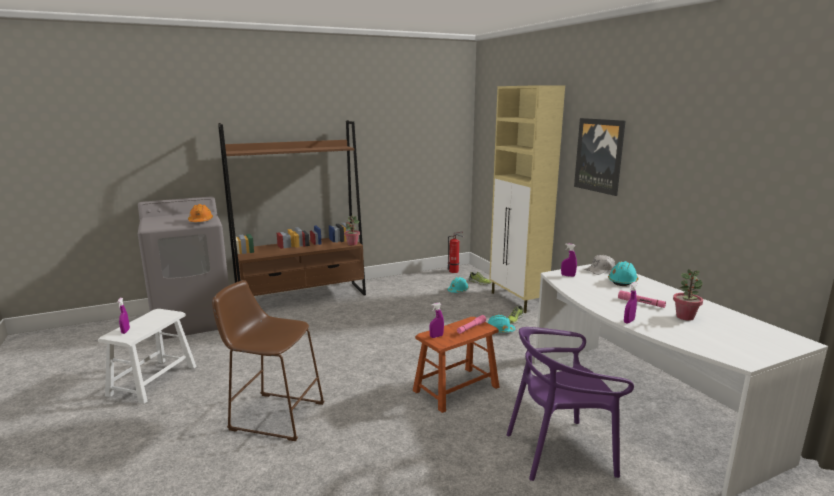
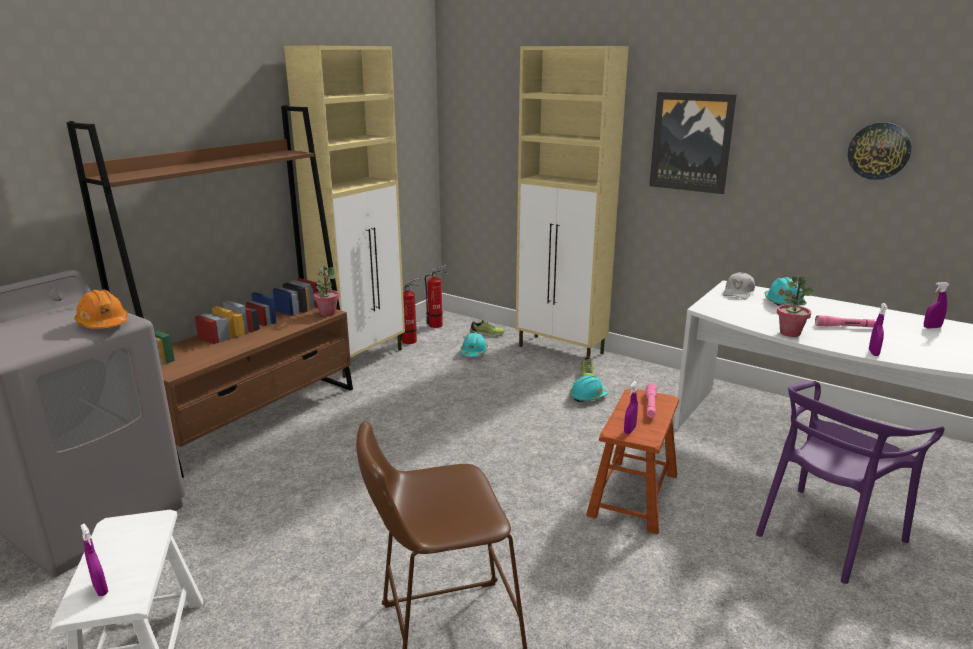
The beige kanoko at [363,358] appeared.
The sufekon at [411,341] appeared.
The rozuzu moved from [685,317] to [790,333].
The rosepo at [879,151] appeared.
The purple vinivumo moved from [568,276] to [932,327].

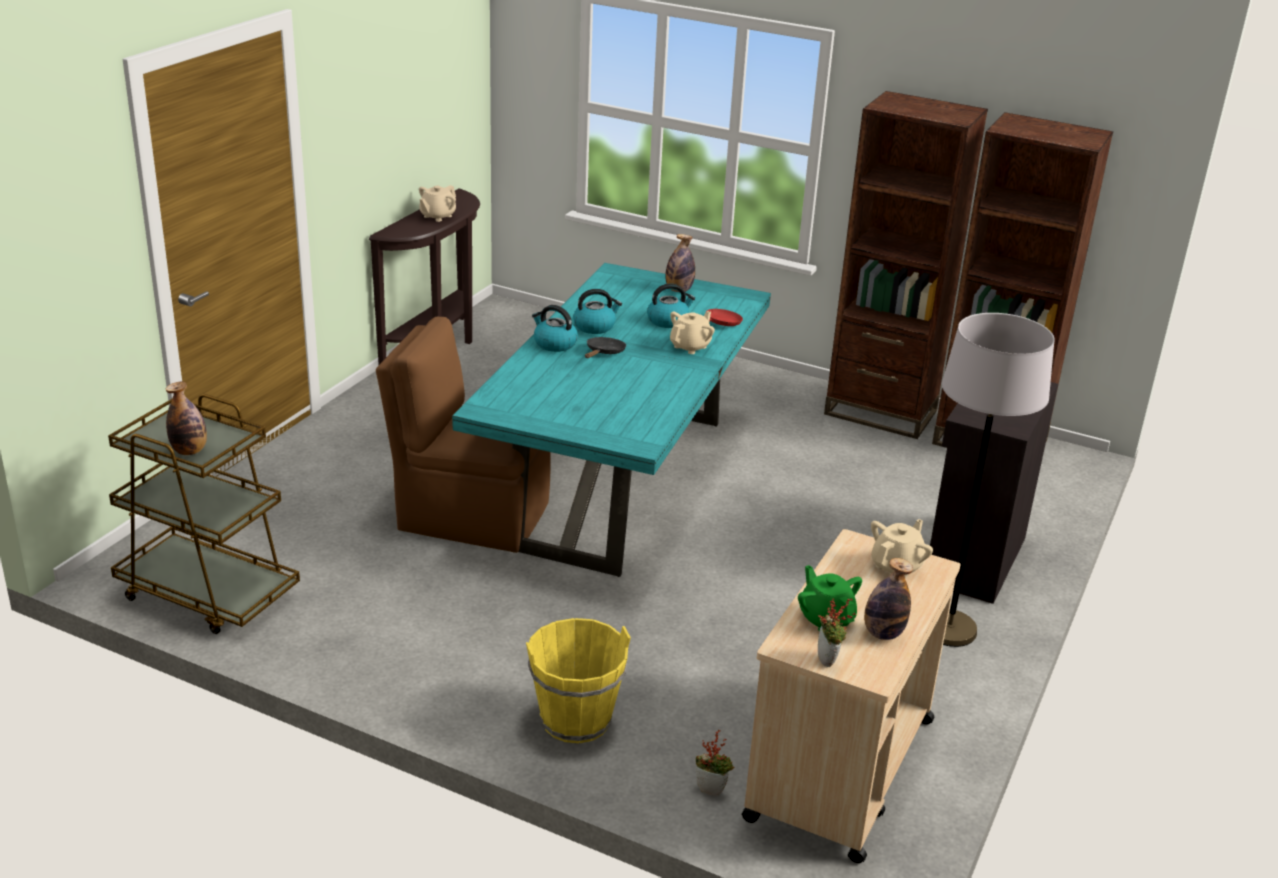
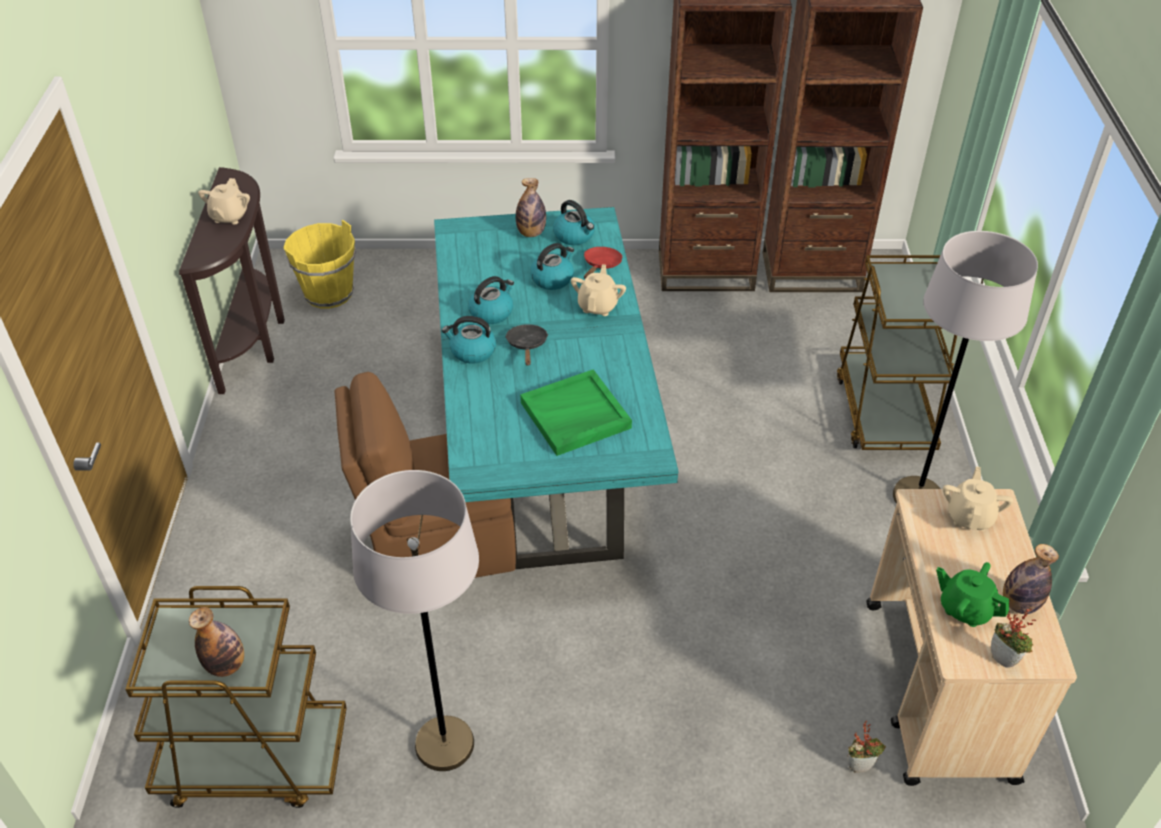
The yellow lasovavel moved from [576,719] to [328,293].
The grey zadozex at [444,744] appeared.
The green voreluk at [575,416] appeared.
The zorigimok at [574,236] appeared.
The black kanoko at [972,559] was replaced by the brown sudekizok at [884,411].

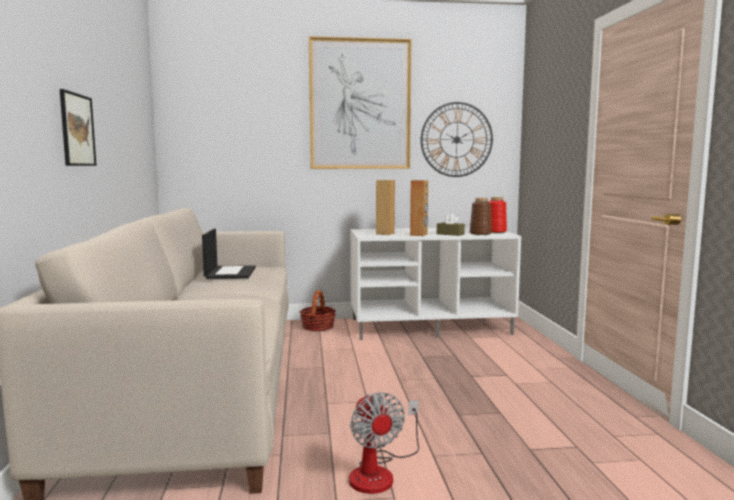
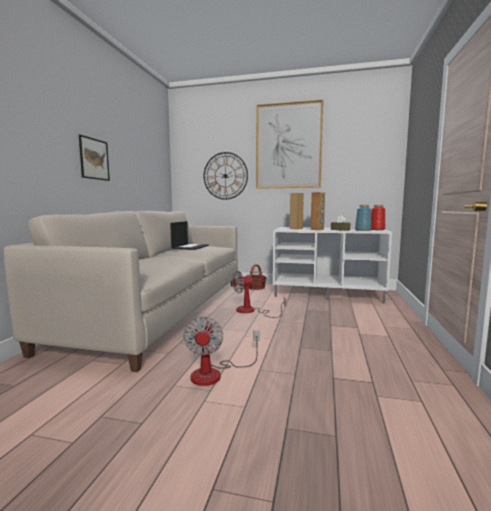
The rosepo moved from [456,139] to [225,176].
The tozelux at [251,311] appeared.
The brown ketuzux at [480,233] became the blue ketuzux at [363,230].

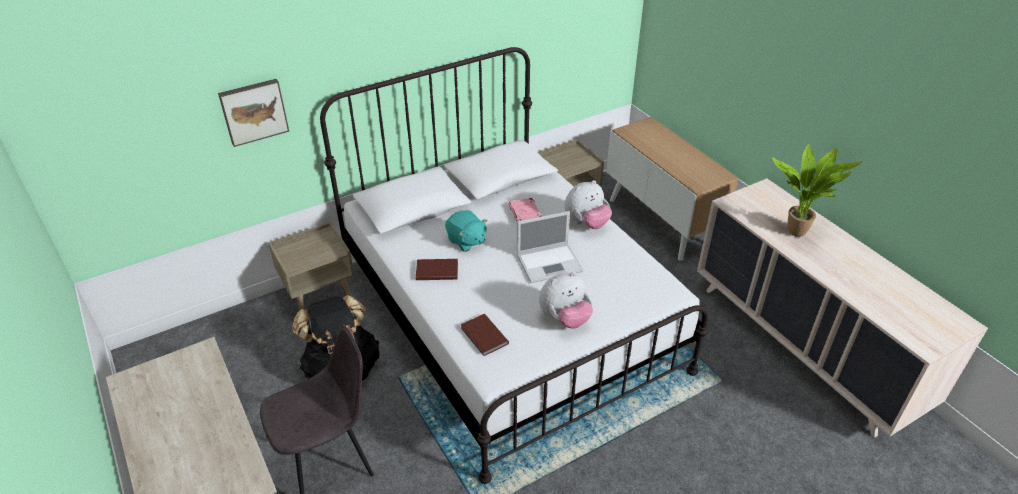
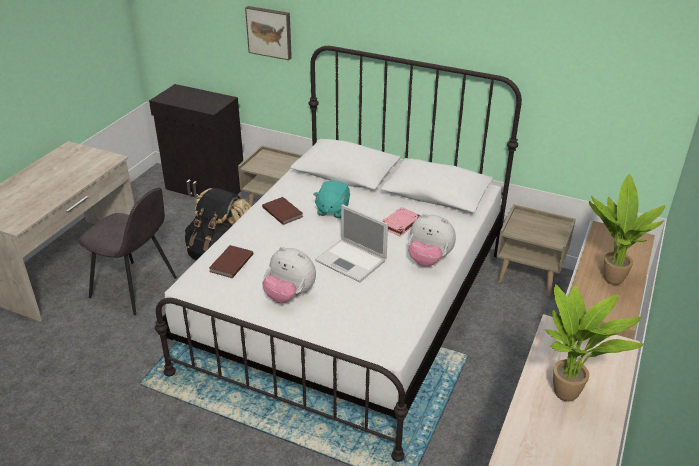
The black kanoko at [205,188] appeared.
The rozuzu at [609,279] appeared.

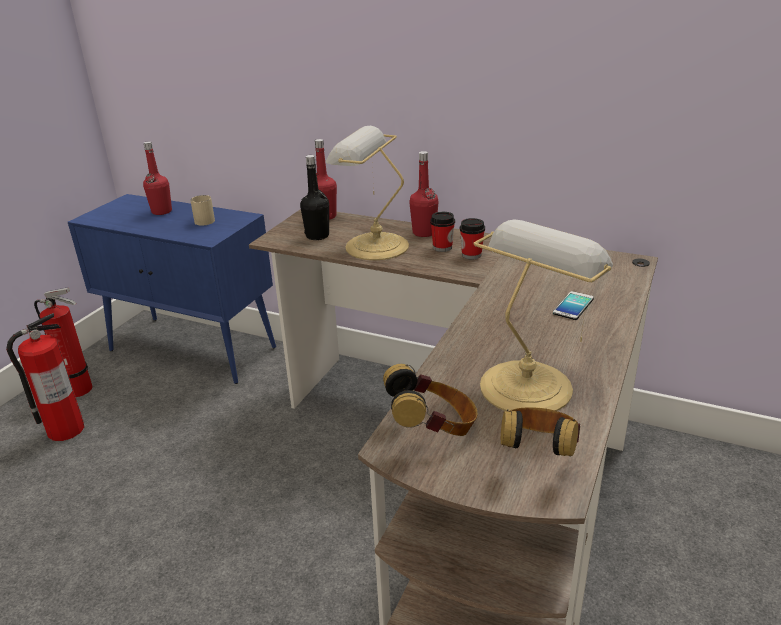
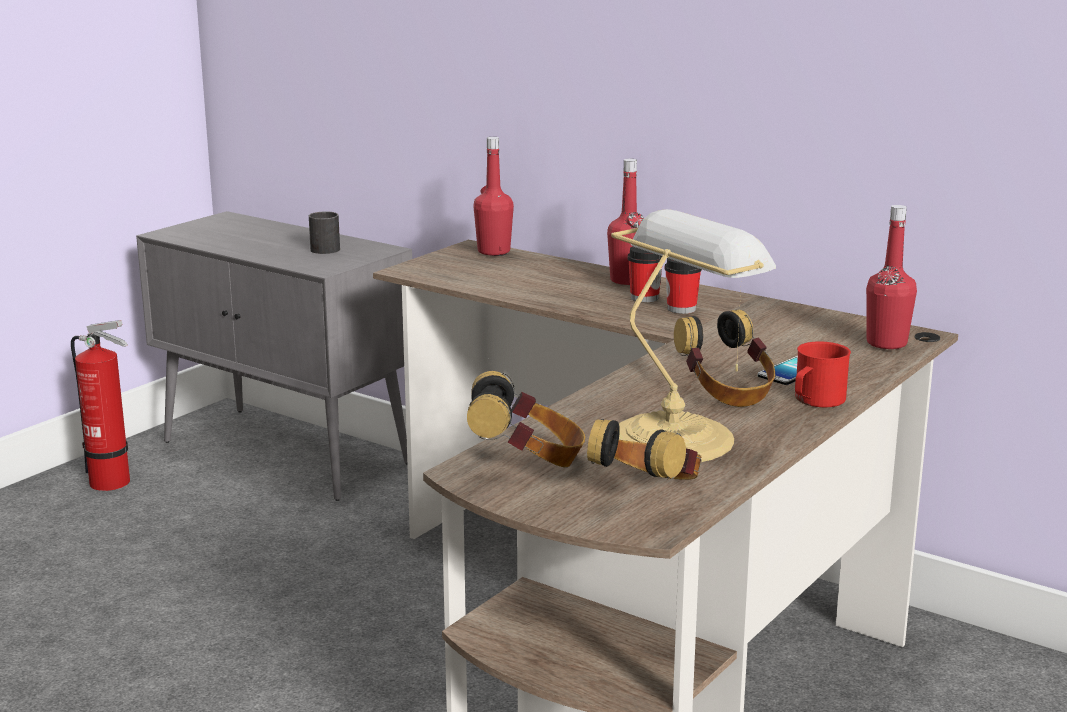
The blue kanoko at [194,349] became the grey kanoko at [287,453].
The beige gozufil at [202,220] became the black gozufil at [323,248].
The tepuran at [726,393] appeared.
The red gozufil at [815,401] appeared.
The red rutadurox moved from [161,211] to [886,343].
The sufekon at [65,430] disappeared.
The black rutadurox at [317,236] disappeared.
The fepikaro at [373,246] disappeared.

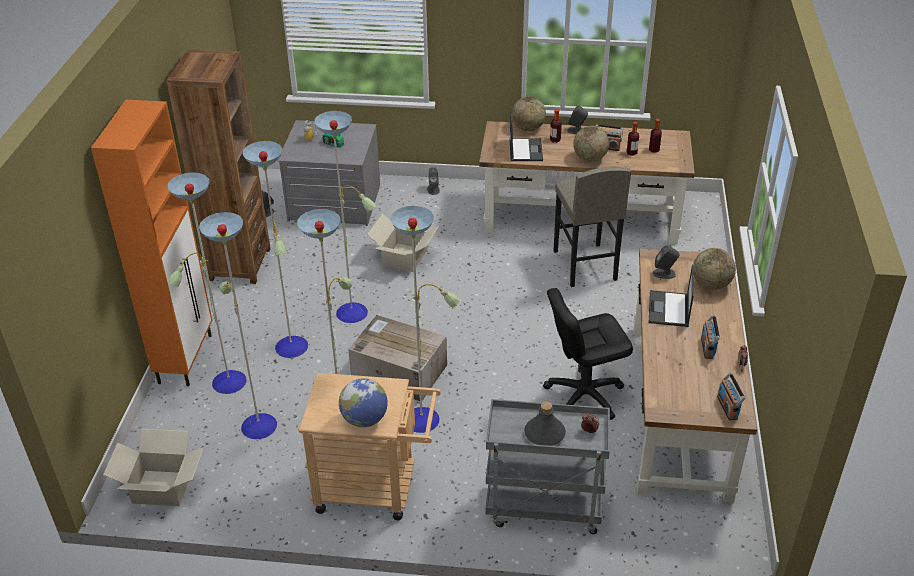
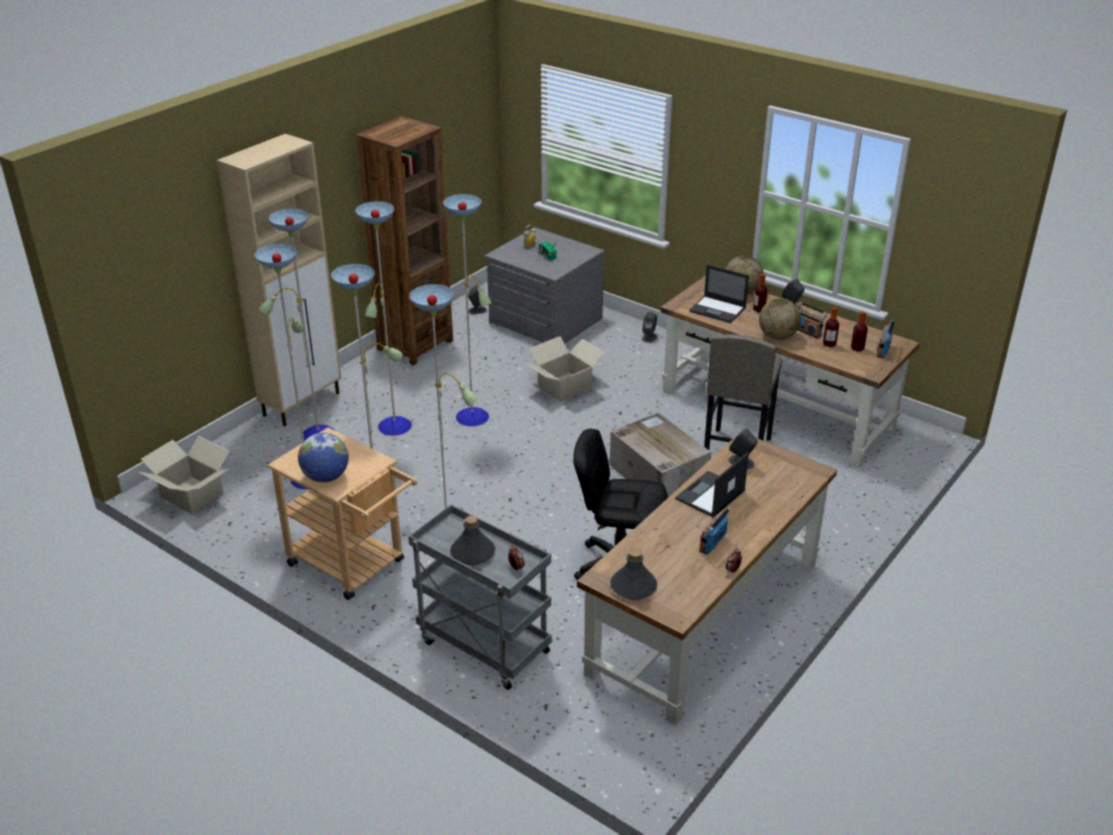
The orange kanoko at [186,358] became the beige kanoko at [303,404].
The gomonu moved from [398,371] to [657,474].
The grey rutadurox at [633,587] appeared.
The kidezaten at [525,150] turned 90 degrees clockwise.
The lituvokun moved from [727,407] to [882,350].
The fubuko at [711,285] disappeared.

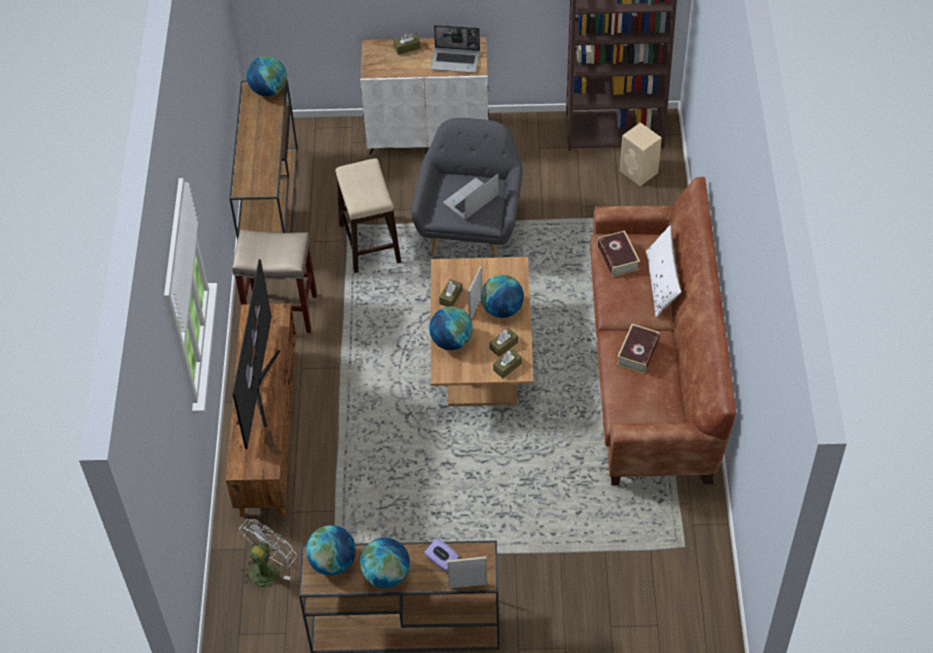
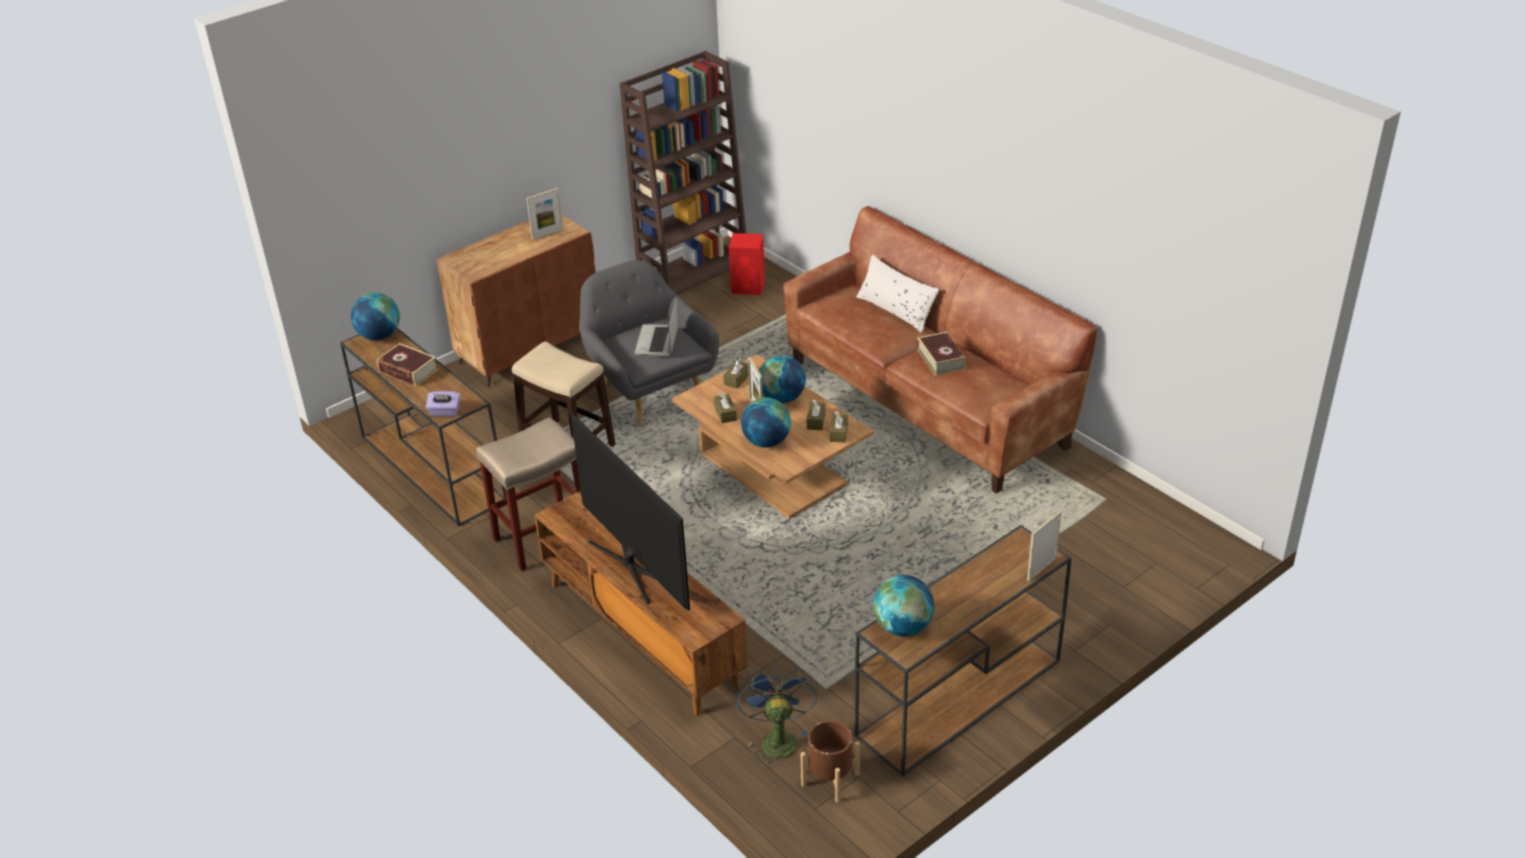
The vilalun moved from [617,258] to [408,371].
The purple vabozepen moved from [441,561] to [444,412].
The white kanoko at [429,135] became the brown kanoko at [530,348].
The kidezaten at [456,60] was replaced by the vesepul at [547,234].
The brown vabozepen moved from [407,47] to [737,379].
The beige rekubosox at [639,172] became the red rekubosox at [749,287].
The white tozelux at [267,569] became the blue tozelux at [776,738].
The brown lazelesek at [830,779] appeared.
The fubuko at [386,575] disappeared.

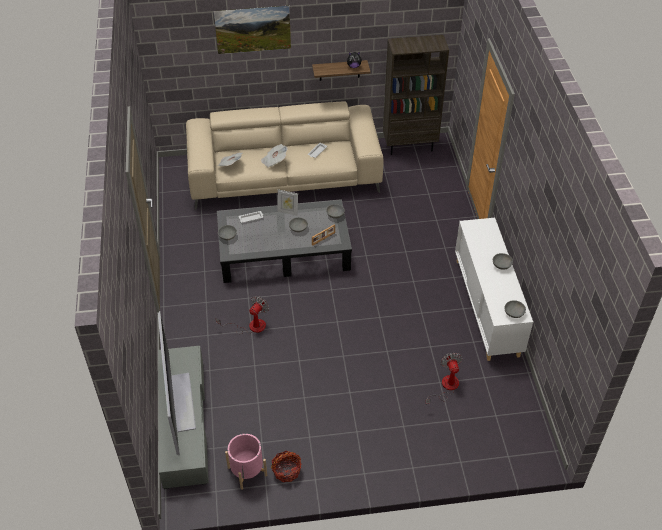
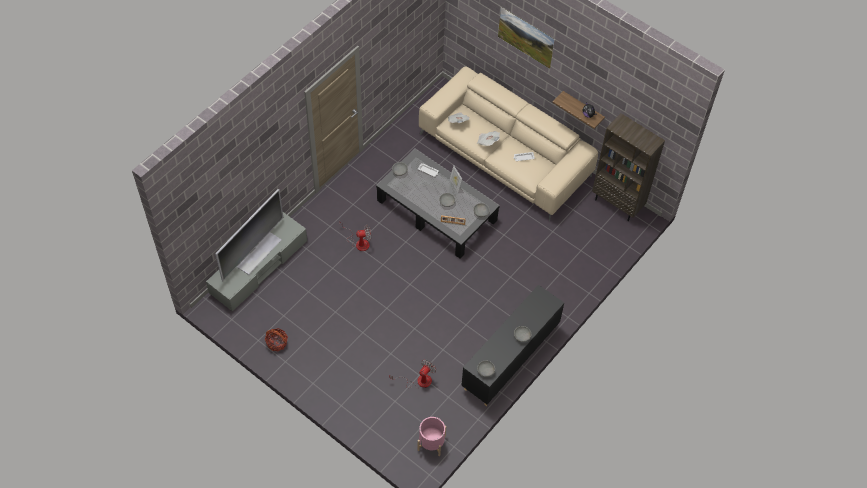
The pink lazelesek moved from [247,471] to [431,443].
The white kanoko at [487,307] became the black kanoko at [510,358].

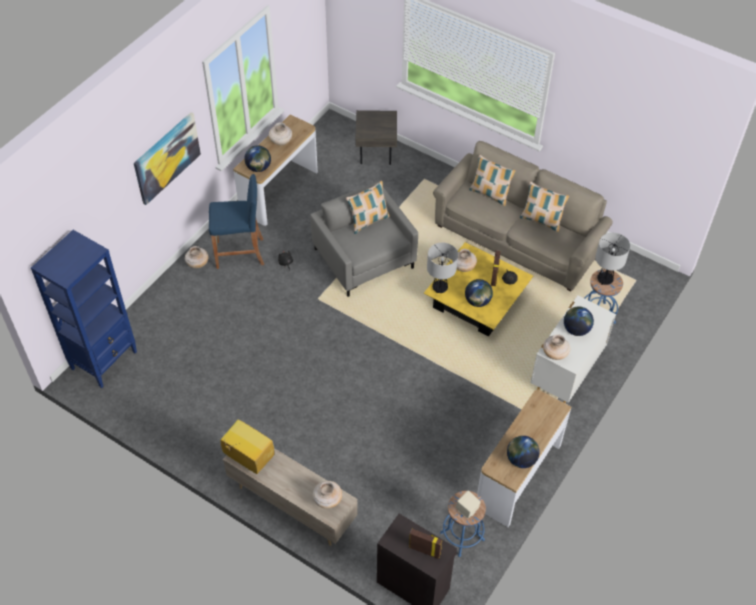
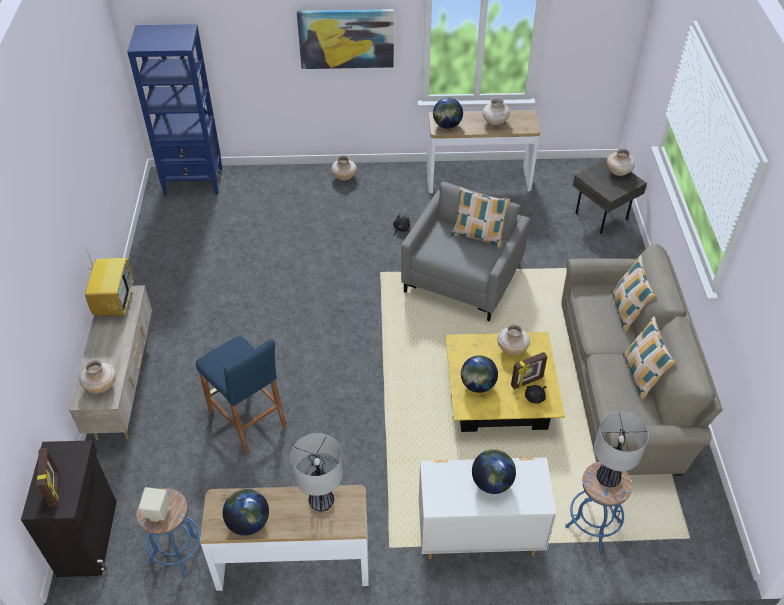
The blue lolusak moved from [240,253] to [247,418].
The fepikaro moved from [440,288] to [321,502].
The beige ketuzux moved from [555,354] to [618,172].

